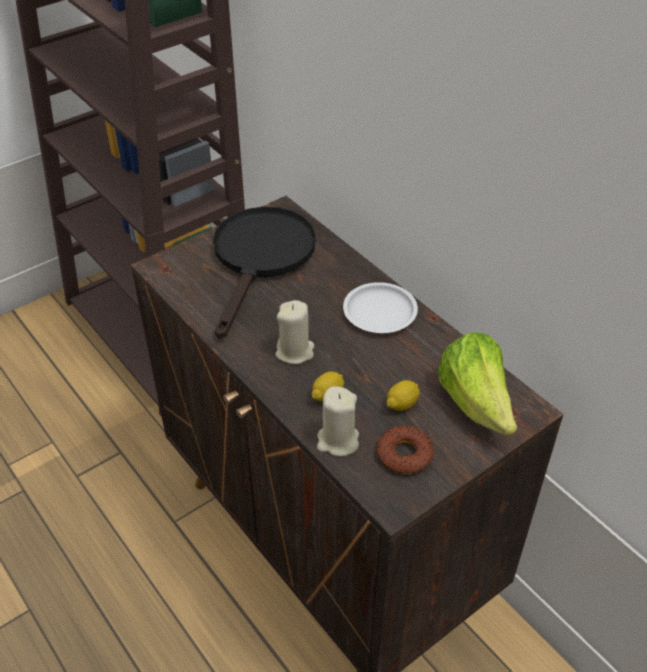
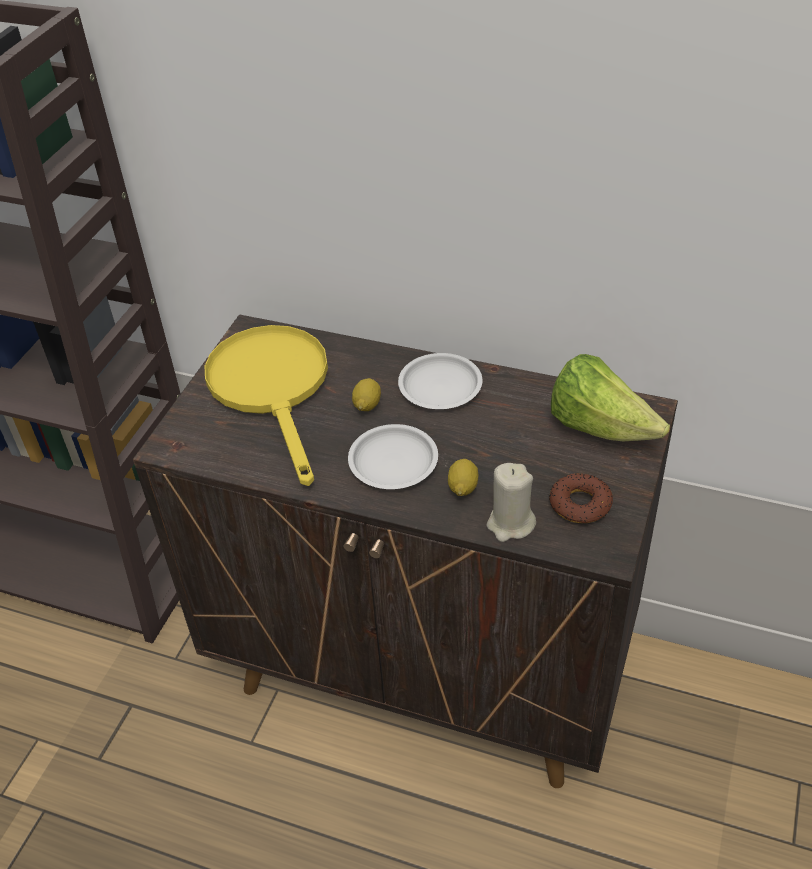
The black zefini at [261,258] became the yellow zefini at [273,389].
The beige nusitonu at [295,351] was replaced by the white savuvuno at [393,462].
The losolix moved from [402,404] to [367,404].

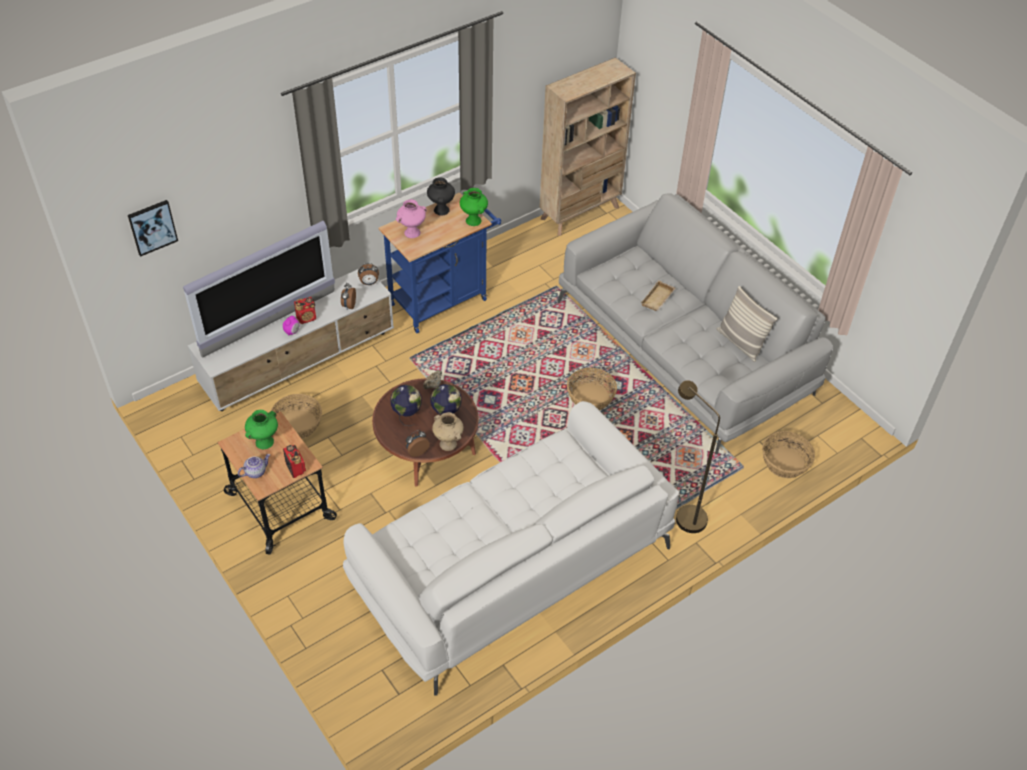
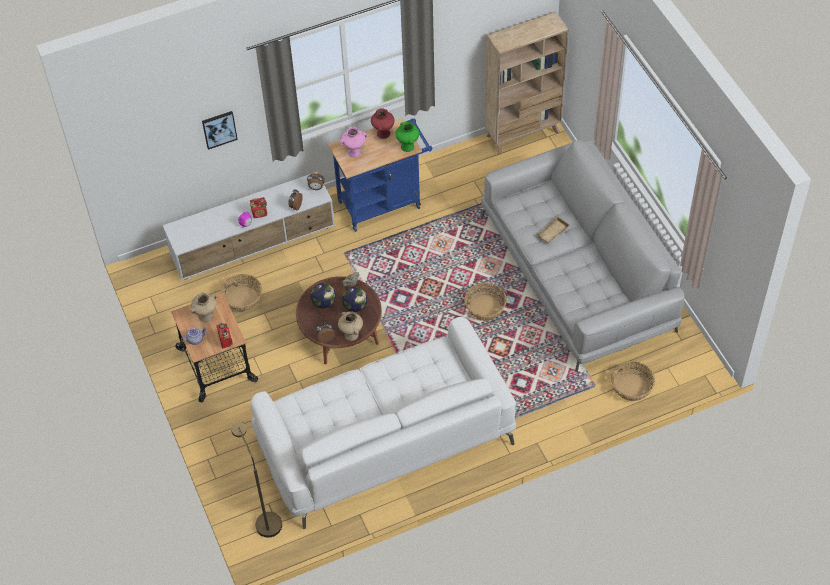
The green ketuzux at [264,442] became the beige ketuzux at [206,317].
The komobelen moved from [152,227] to [219,129].
The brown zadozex moved from [684,514] to [265,519].
The black ketuzux at [441,210] became the red ketuzux at [383,133].
The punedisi at [270,324] disappeared.
The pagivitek at [740,343] disappeared.

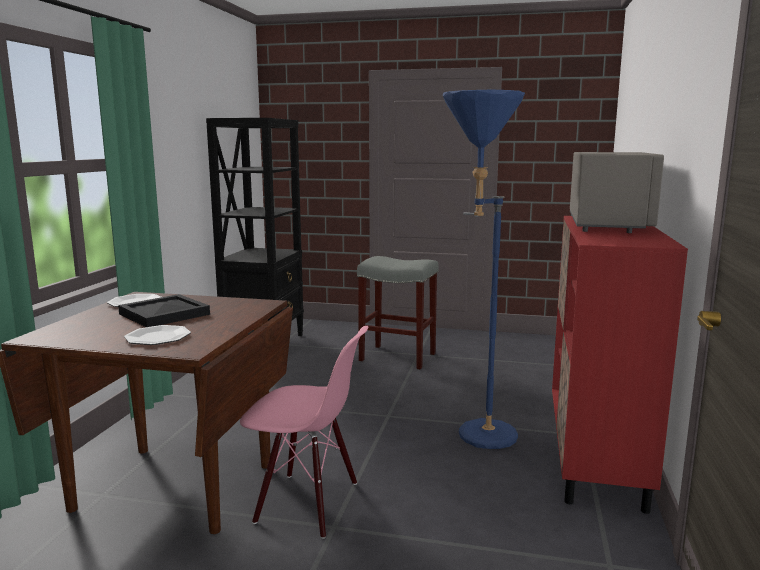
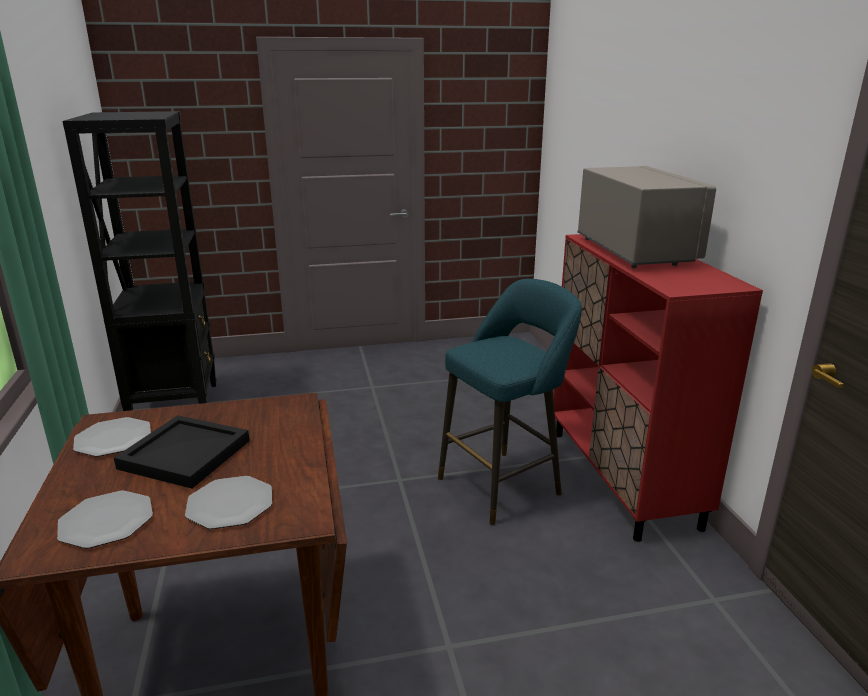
The savuvuno at [106,521] appeared.
The blue zadozex at [475,436] was replaced by the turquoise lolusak at [504,484].
The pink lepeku at [307,503] disappeared.
The grey lolusak at [398,357] disappeared.

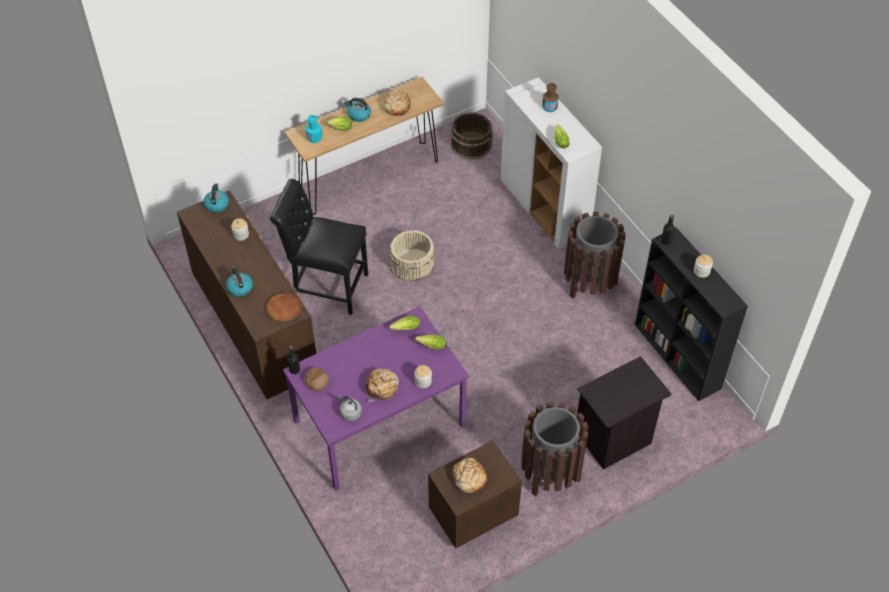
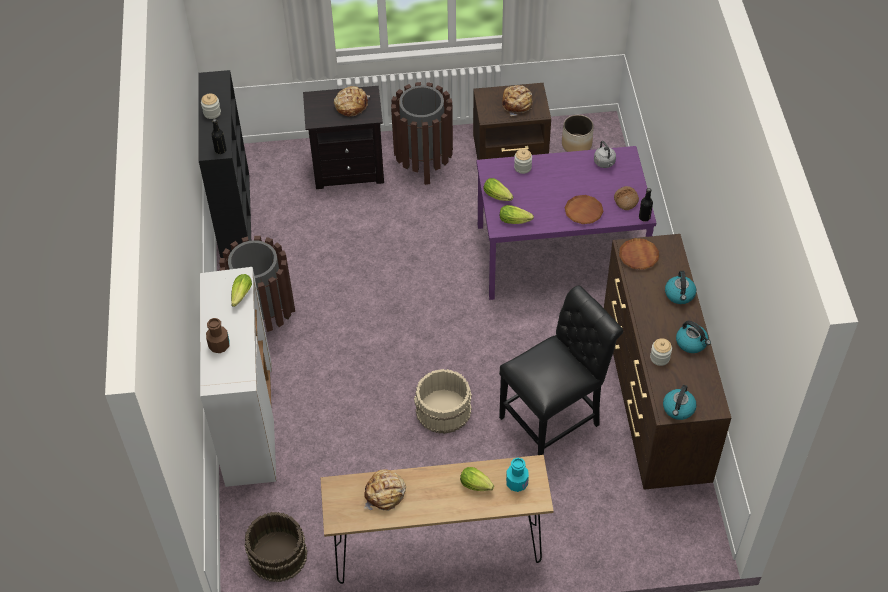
The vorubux moved from [382,388] to [351,105].
The black lepeku at [326,286] turned 75 degrees counterclockwise.
The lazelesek at [577,144] appeared.
The brown savuvuno at [583,211] appeared.
The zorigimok moved from [358,115] to [692,343].

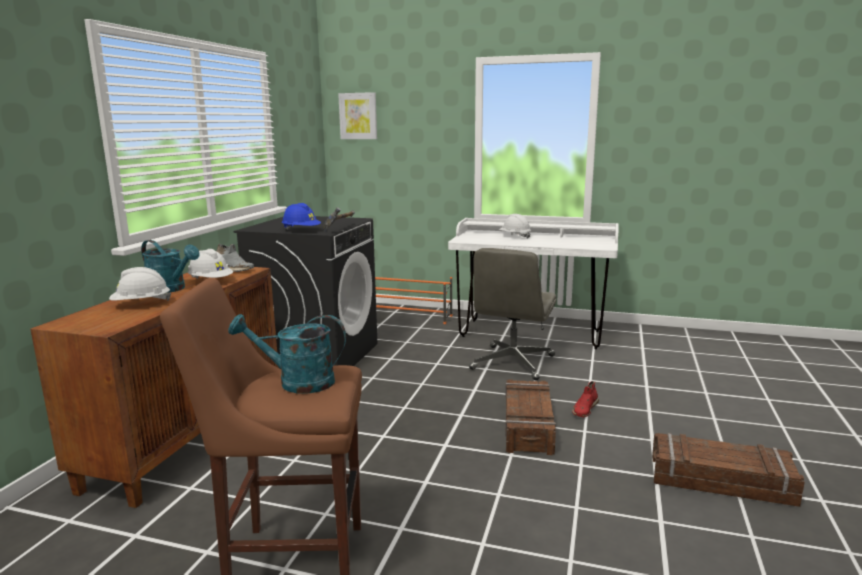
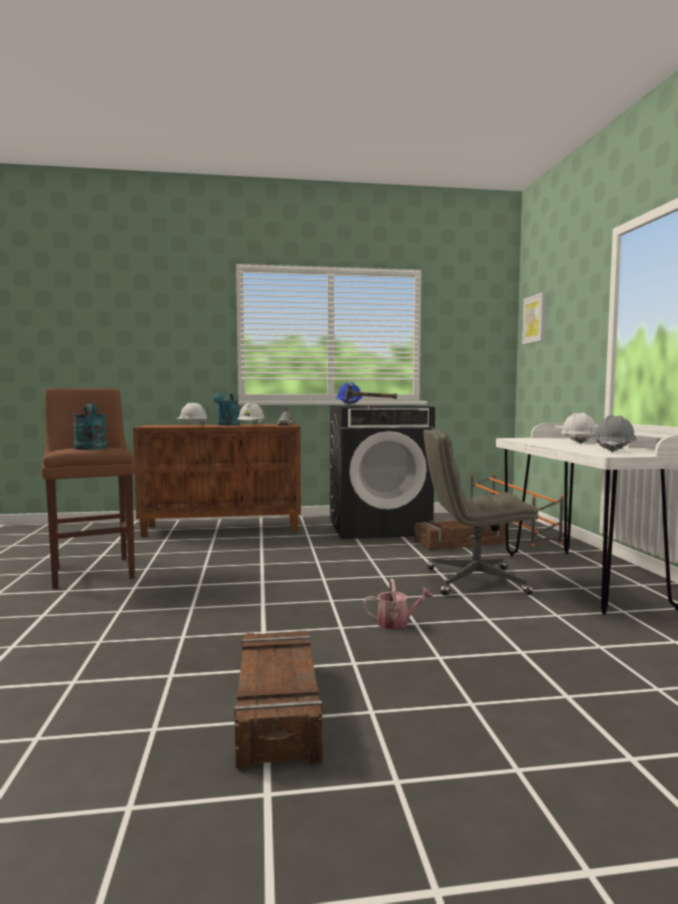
The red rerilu at [584,409] was replaced by the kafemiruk at [397,623].
The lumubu moved from [528,425] to [460,543].
The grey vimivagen at [613,450] appeared.

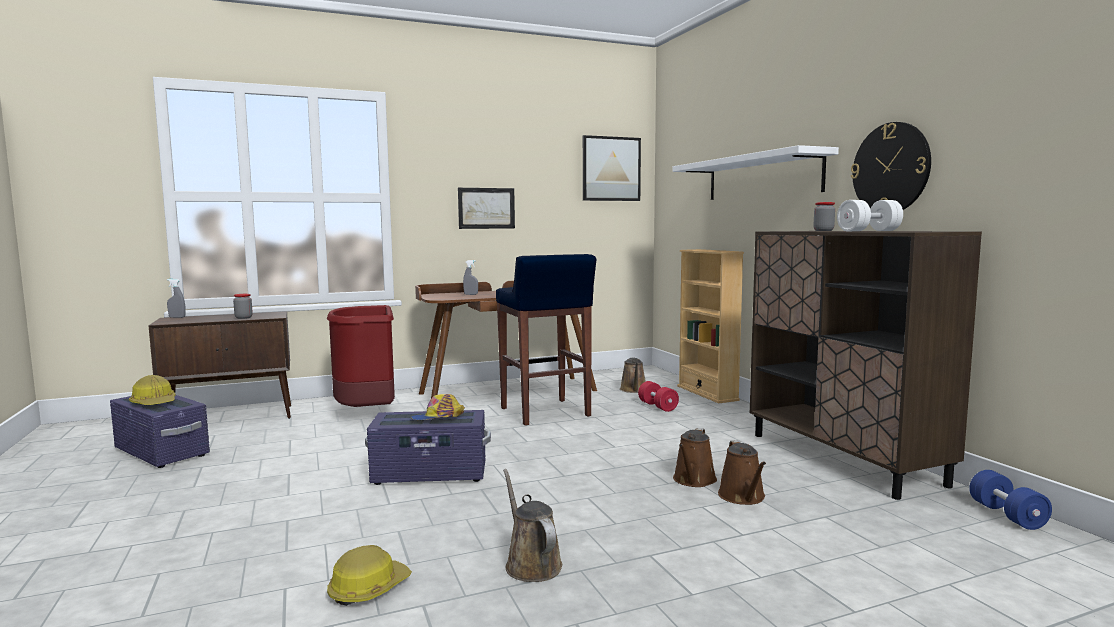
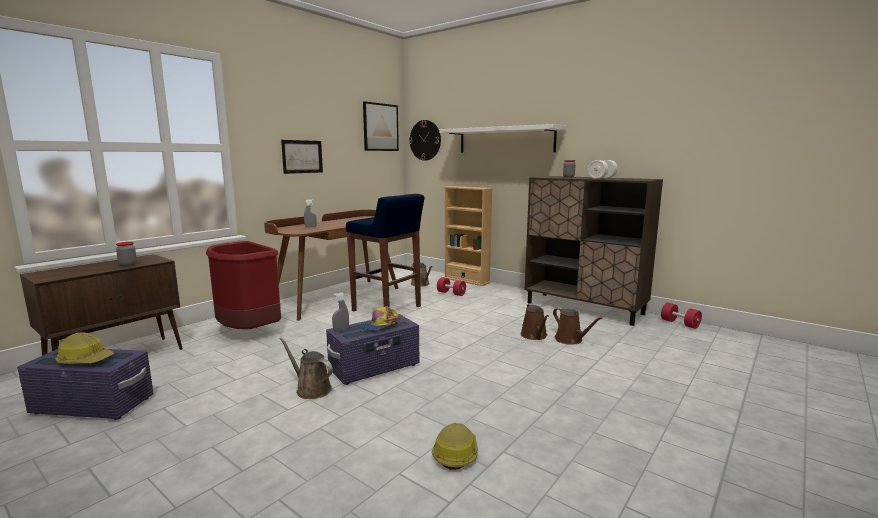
The brown kafemiruk moved from [531,564] to [311,389].
The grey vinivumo moved from [177,317] to [341,330].
The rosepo moved from [890,168] to [425,140].
The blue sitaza at [1007,515] became the red sitaza at [680,323].

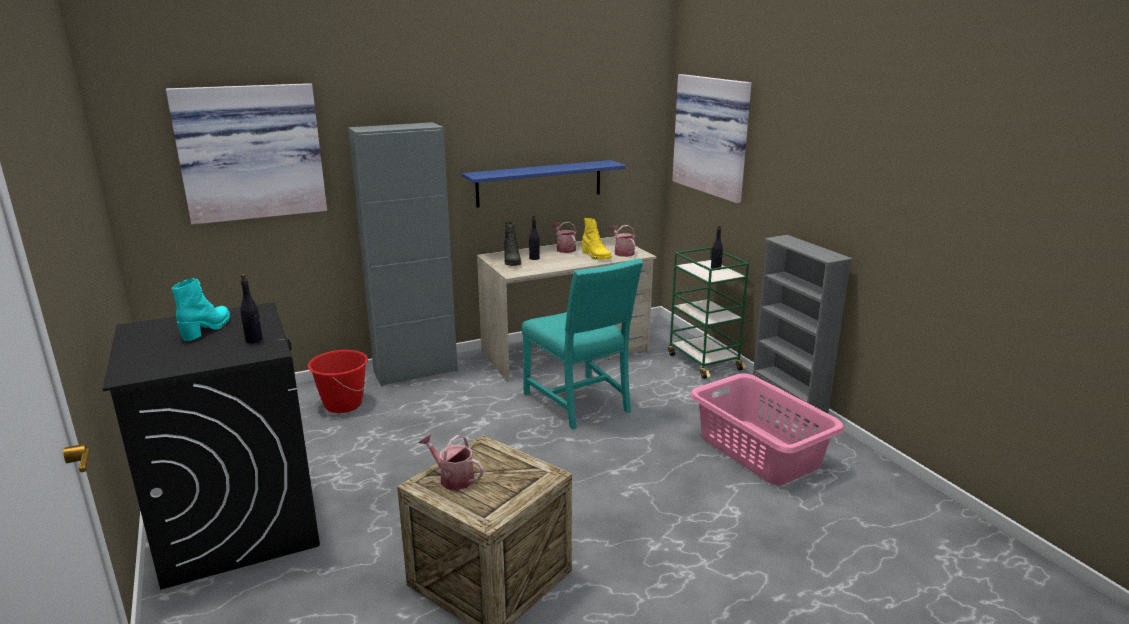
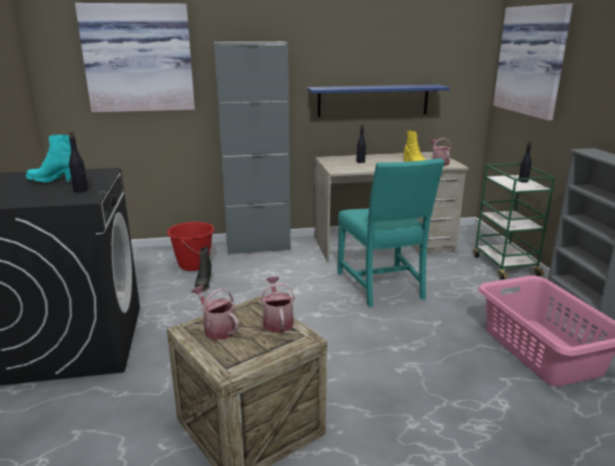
The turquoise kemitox at [207,329] turned 120 degrees counterclockwise.
The black kemitox moved from [511,262] to [203,284].
The kafemiruk moved from [564,249] to [277,321].

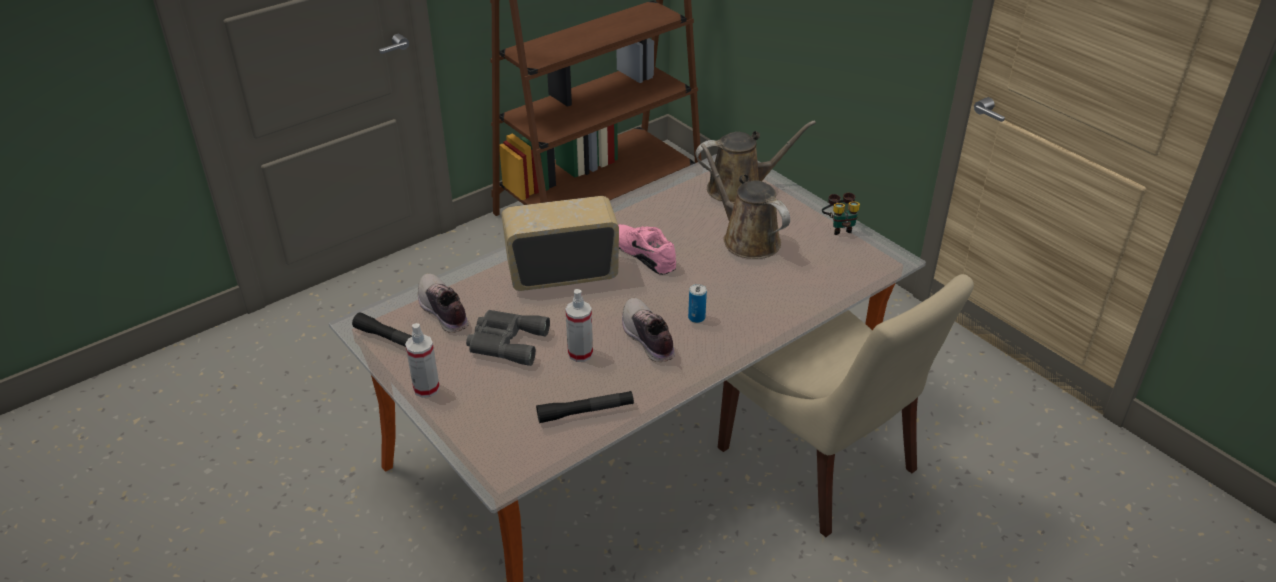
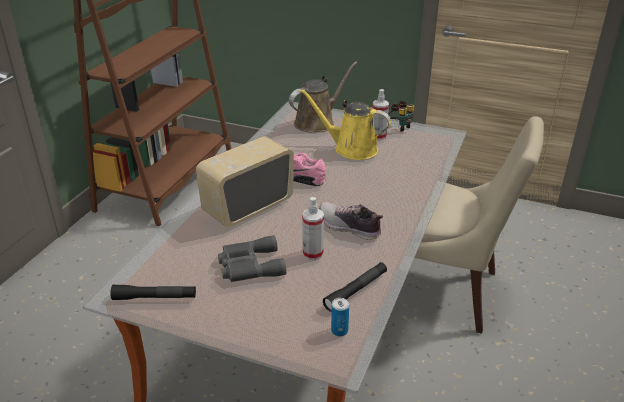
The brown kafemiruk at [747,239] became the yellow kafemiruk at [351,149].
The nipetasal moved from [696,318] to [339,330].
The vinivumo moved from [426,388] to [378,136].
The rerilu at [442,311] disappeared.

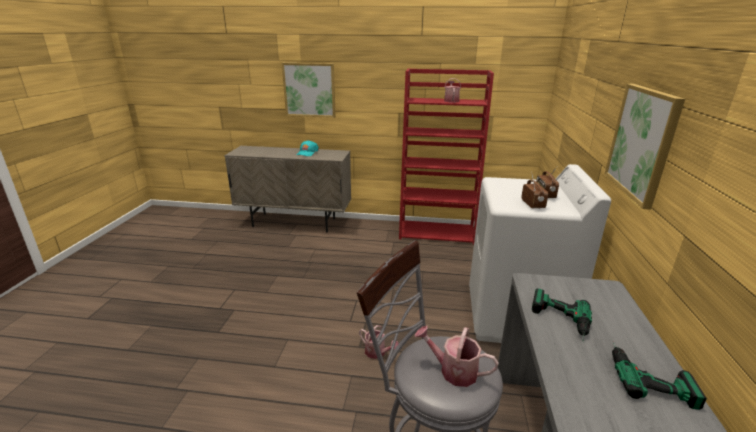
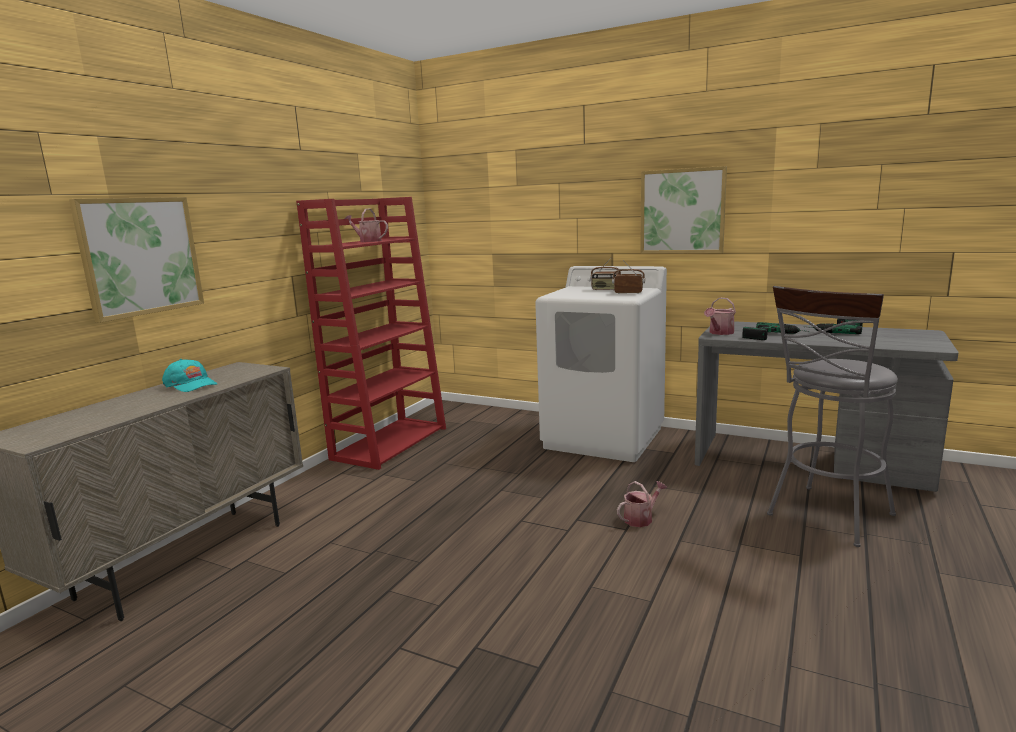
The kafemiruk moved from [453,371] to [719,333].

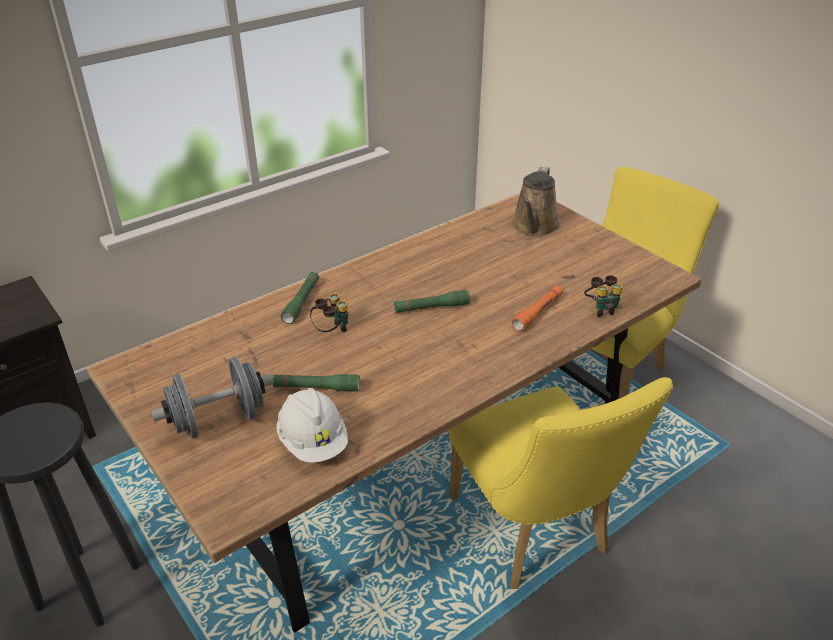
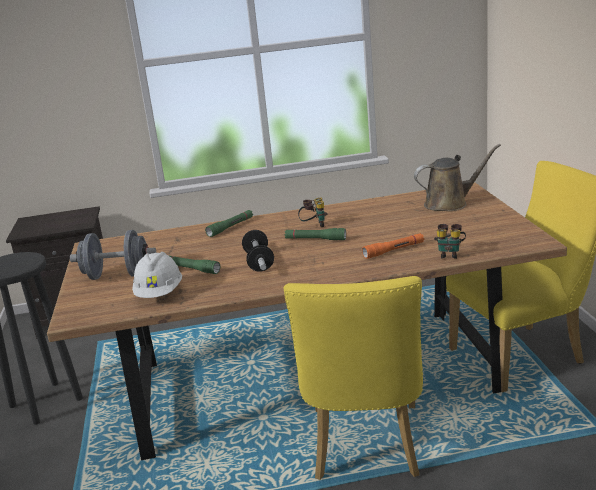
The sitaza at [259,262] appeared.
The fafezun moved from [331,331] to [314,226].
The brown kafemiruk at [534,227] turned 150 degrees counterclockwise.

